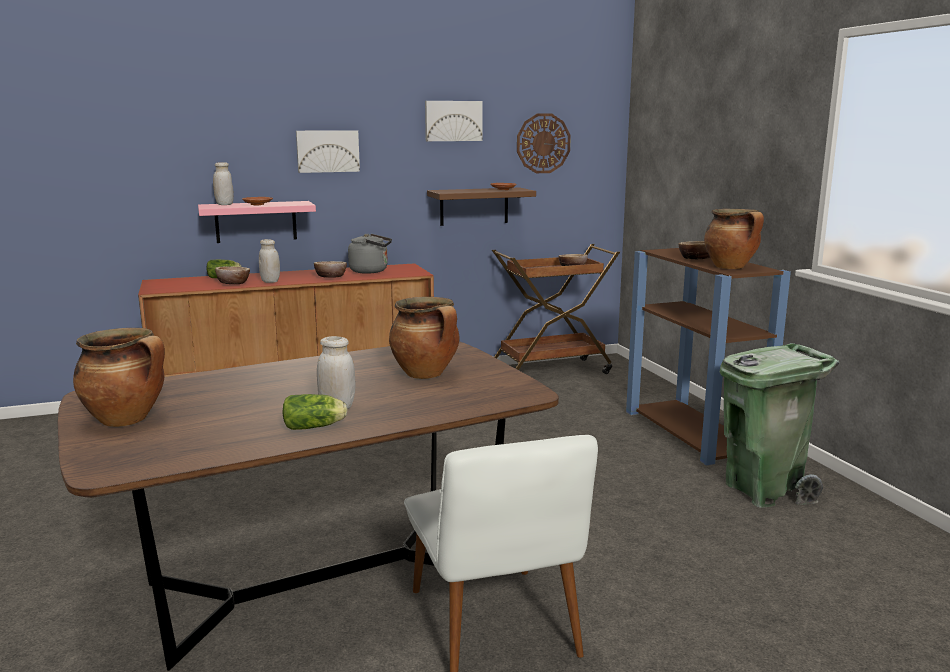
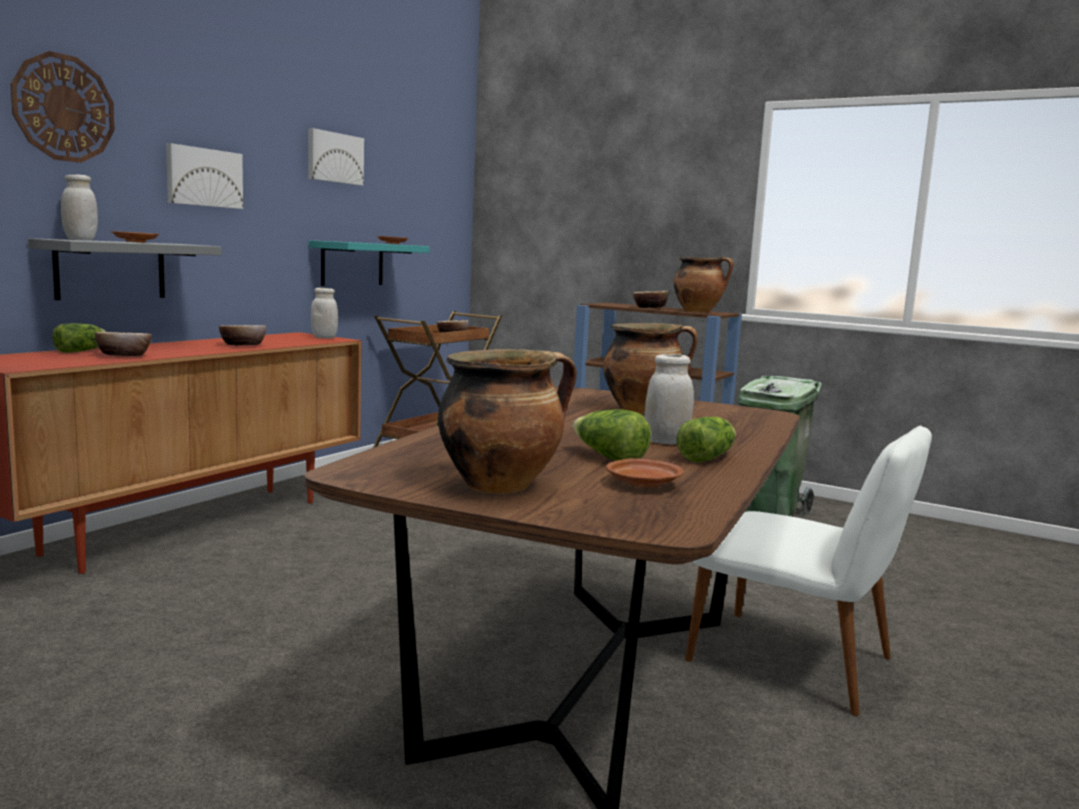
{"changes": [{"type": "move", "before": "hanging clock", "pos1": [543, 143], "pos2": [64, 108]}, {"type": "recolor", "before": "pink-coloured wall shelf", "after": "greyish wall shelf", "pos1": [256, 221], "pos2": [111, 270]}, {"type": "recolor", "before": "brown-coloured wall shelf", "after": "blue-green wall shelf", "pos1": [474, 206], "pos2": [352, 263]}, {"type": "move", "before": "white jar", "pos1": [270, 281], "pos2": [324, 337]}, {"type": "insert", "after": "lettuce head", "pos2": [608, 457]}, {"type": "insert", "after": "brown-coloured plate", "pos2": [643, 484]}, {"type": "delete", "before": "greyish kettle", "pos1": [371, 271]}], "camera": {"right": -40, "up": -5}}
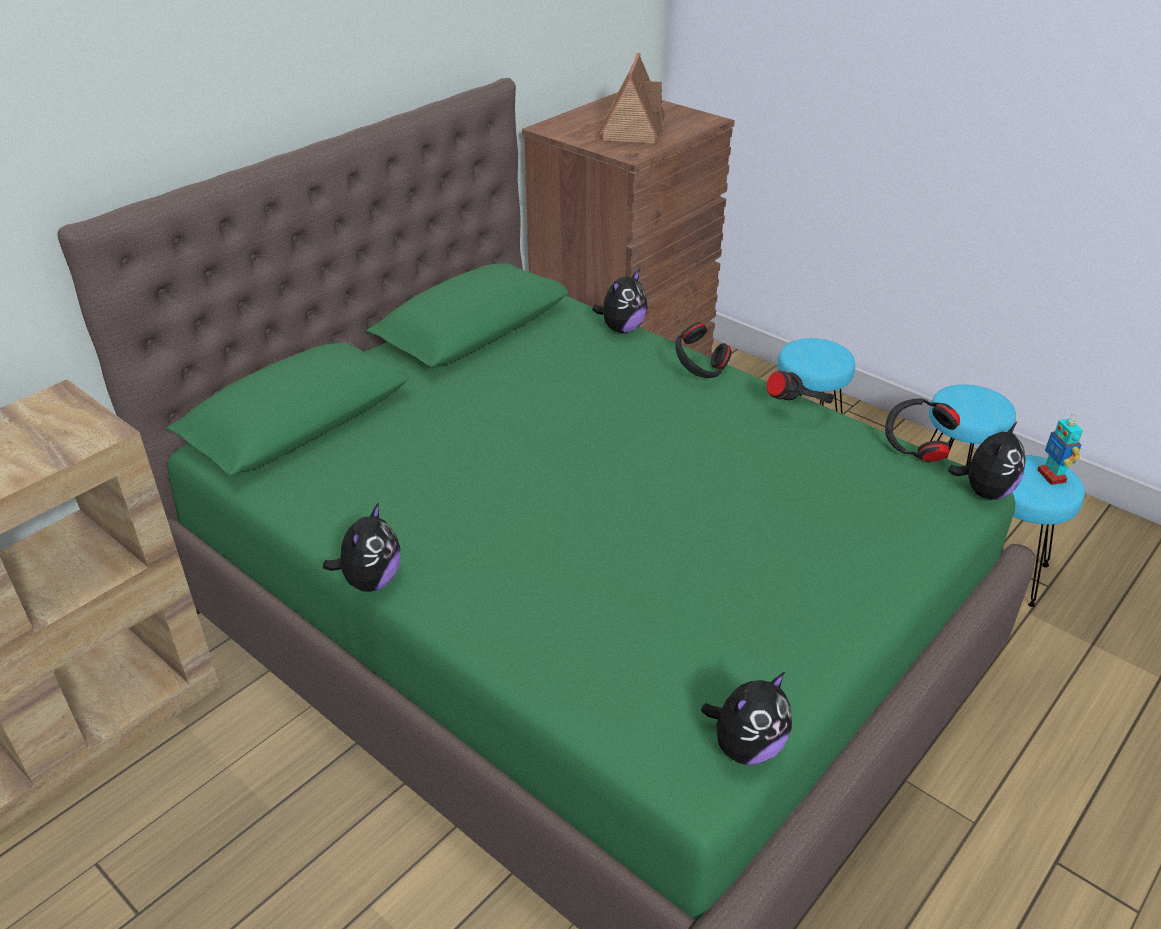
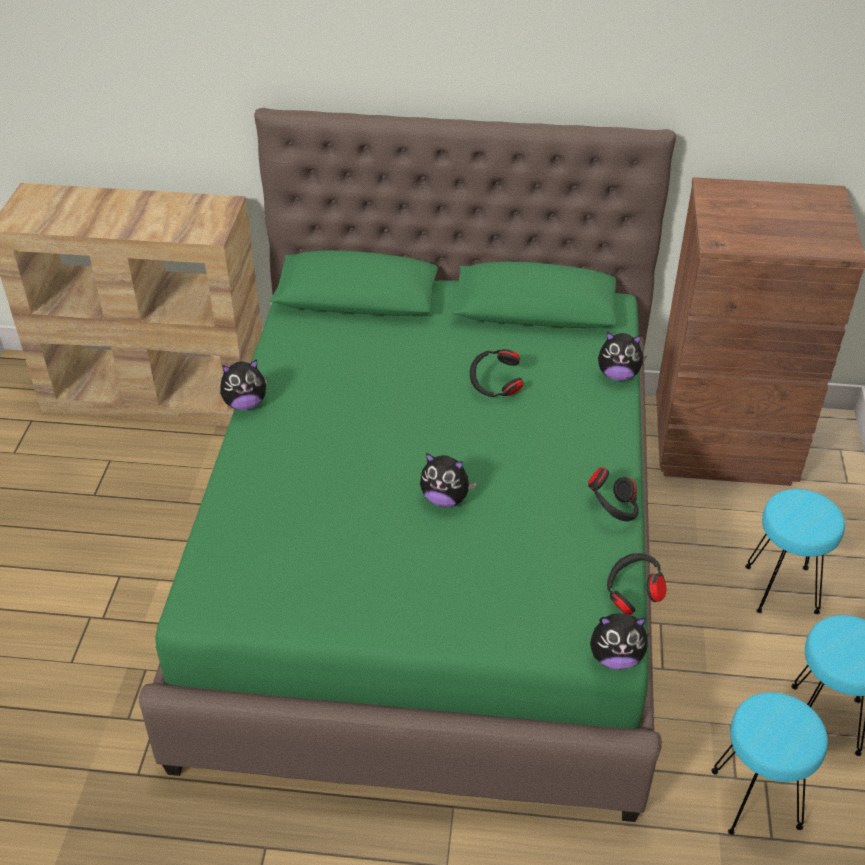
{"changes": [{"type": "move", "before": "soft toy", "pos1": [746, 747], "pos2": [445, 499]}, {"type": "move", "before": "blackish headphones", "pos1": [699, 371], "pos2": [495, 387]}, {"type": "delete", "before": "model house", "pos1": [632, 129]}, {"type": "delete", "before": "toy robot", "pos1": [1052, 476]}], "camera": {"right": 55, "up": 5}}
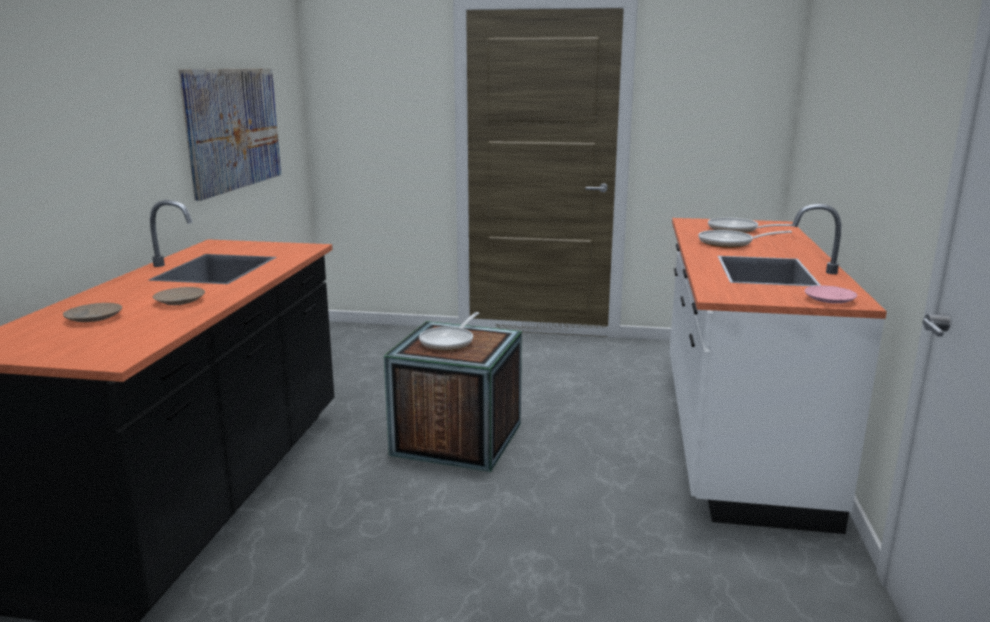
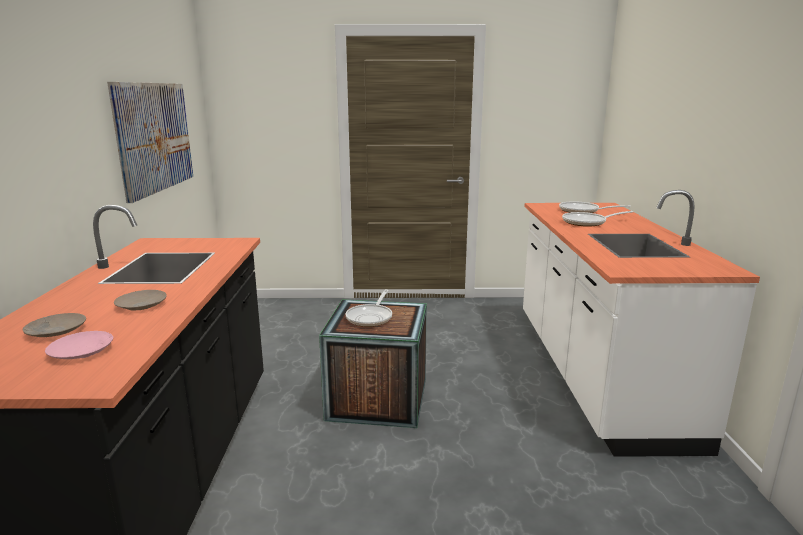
{"changes": [{"type": "move", "before": "pink-coloured plate", "pos1": [830, 300], "pos2": [82, 352]}], "camera": {"right": -10, "up": 0}}
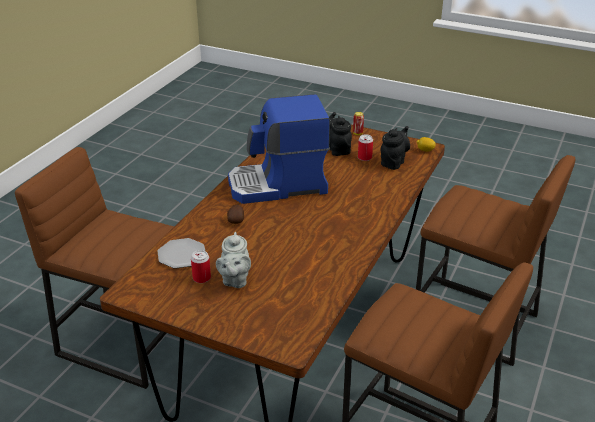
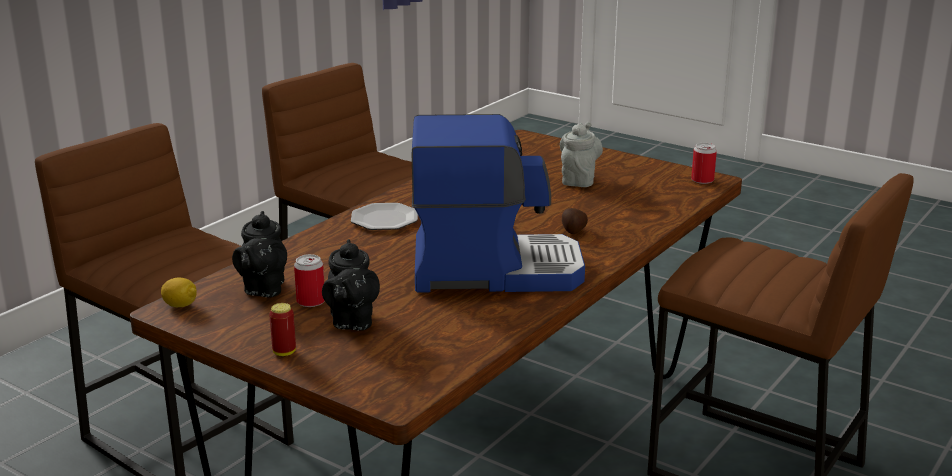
{"changes": [{"type": "rotate", "before": "blackish tea pot", "pos1": [393, 162], "pos2": [263, 289], "turn": -45}, {"type": "move", "before": "plate", "pos1": [181, 254], "pos2": [384, 220]}, {"type": "move", "before": "sealed can", "pos1": [201, 278], "pos2": [702, 180]}], "camera": {"right": -170, "up": -10}}
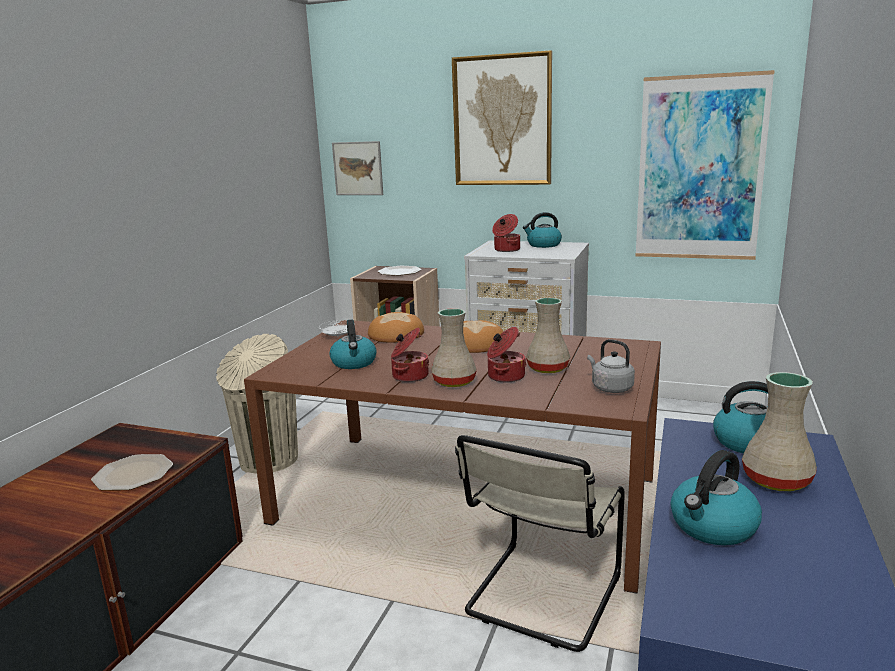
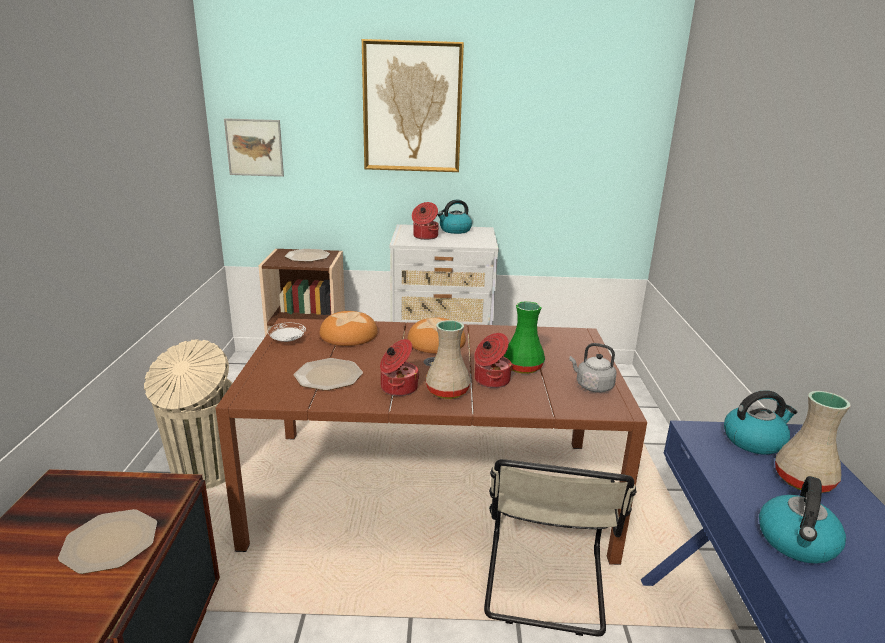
{"changes": [{"type": "replace", "before": "kettle", "after": "plate", "pos1": [354, 363], "pos2": [328, 375]}, {"type": "recolor", "before": "beige-coloured decorative vase", "after": "green decorative vase", "pos1": [546, 368], "pos2": [522, 368]}, {"type": "delete", "before": "wall picture", "pos1": [700, 169]}], "camera": {"right": -20, "up": 5}}
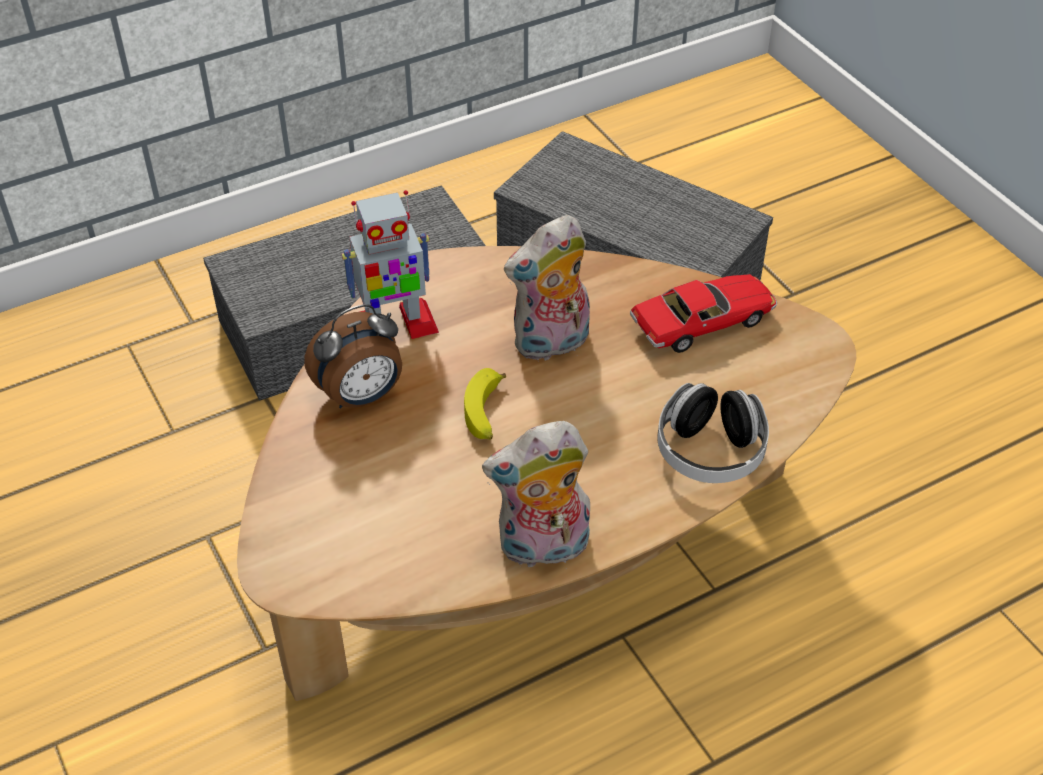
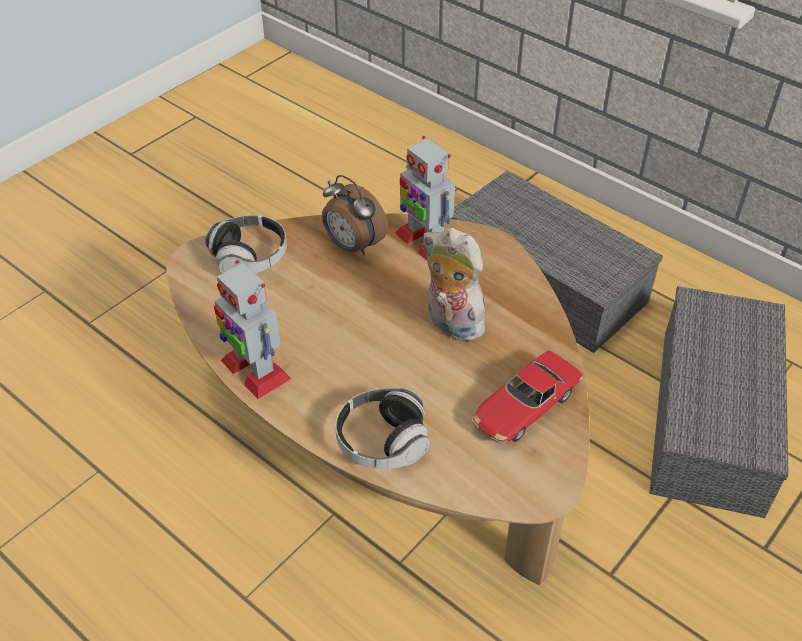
{"changes": [{"type": "insert", "after": "headphones", "pos2": [250, 258]}, {"type": "replace", "before": "soft toy", "after": "toy robot", "pos1": [542, 548], "pos2": [254, 369]}, {"type": "rotate", "before": "toy car", "pos1": [703, 322], "pos2": [525, 407], "turn": 90}, {"type": "delete", "before": "whole banana", "pos1": [486, 413]}], "camera": {"right": 70, "up": 0}}
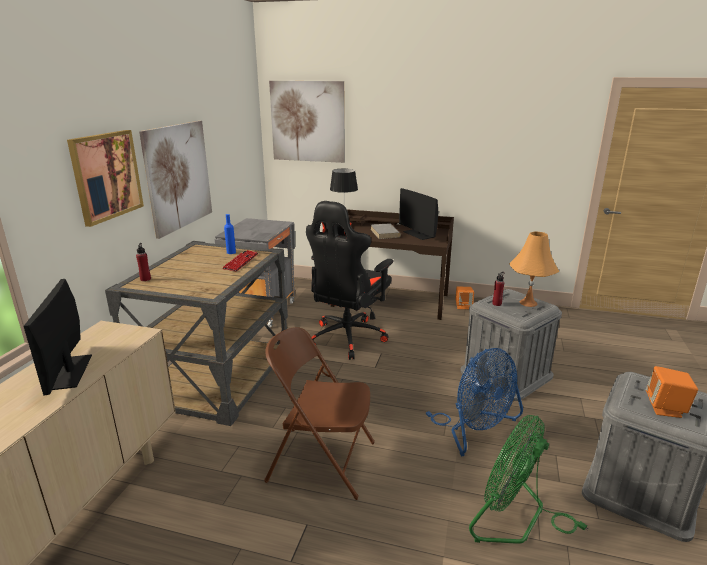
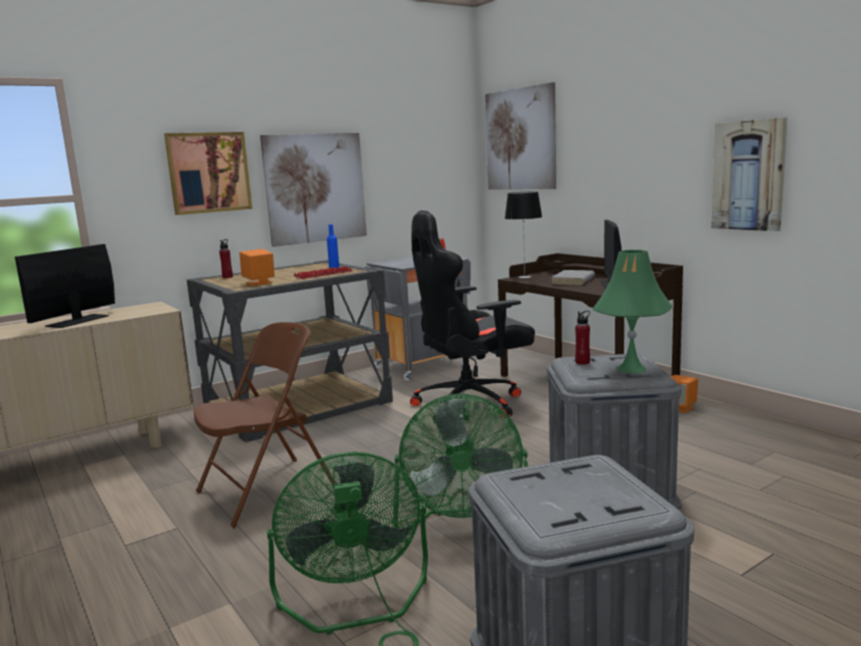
{"changes": [{"type": "rotate", "before": "brown-coloured plain chair", "pos1": [322, 460], "pos2": [267, 491], "turn": 90}, {"type": "move", "before": "orange loudspeaker", "pos1": [665, 408], "pos2": [259, 283]}, {"type": "recolor", "before": "bluish cooling fan", "after": "green cooling fan", "pos1": [473, 429], "pos2": [459, 522]}, {"type": "recolor", "before": "orange table lamp", "after": "green table lamp", "pos1": [528, 303], "pos2": [631, 368]}, {"type": "insert", "after": "wall picture", "pos2": [748, 175]}], "camera": {"right": 40, "up": -10}}
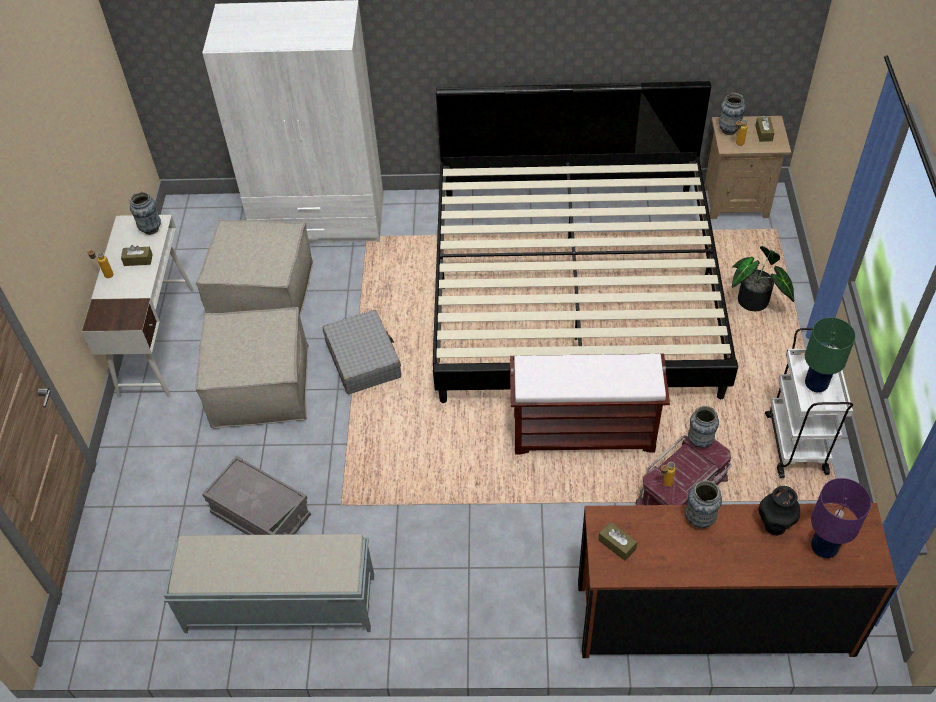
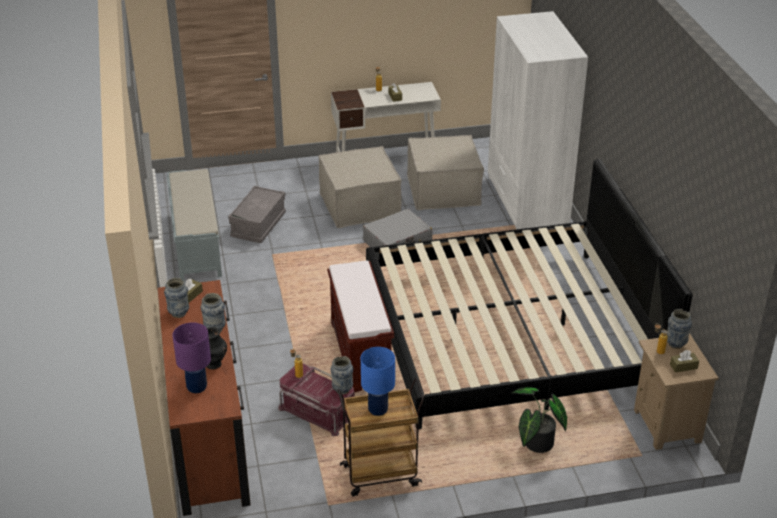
{"changes": [{"type": "move", "before": "decorative vase", "pos1": [151, 229], "pos2": [179, 313]}, {"type": "recolor", "before": "white cart", "after": "brown-coloured cart", "pos1": [796, 445], "pos2": [380, 476]}, {"type": "recolor", "before": "green table lamp", "after": "bluish table lamp", "pos1": [816, 385], "pos2": [377, 411]}], "camera": {"right": 75, "up": -15}}
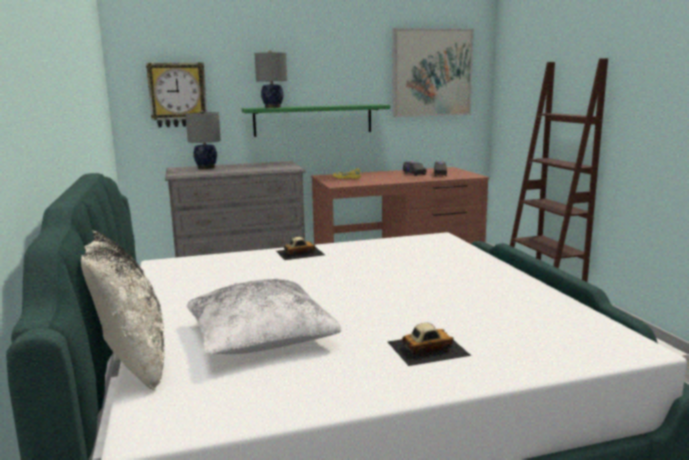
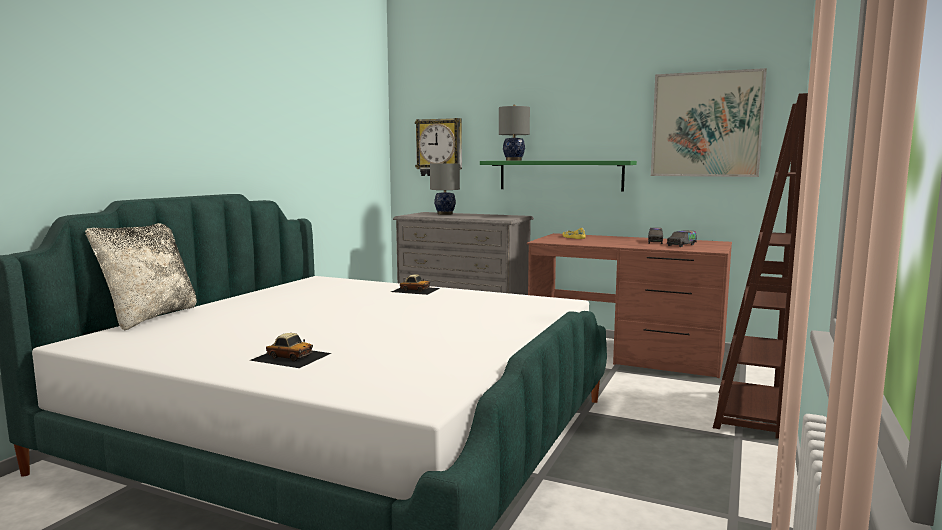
{"changes": [{"type": "delete", "before": "white pillow", "pos1": [261, 335]}], "camera": {"right": 40, "up": -5}}
